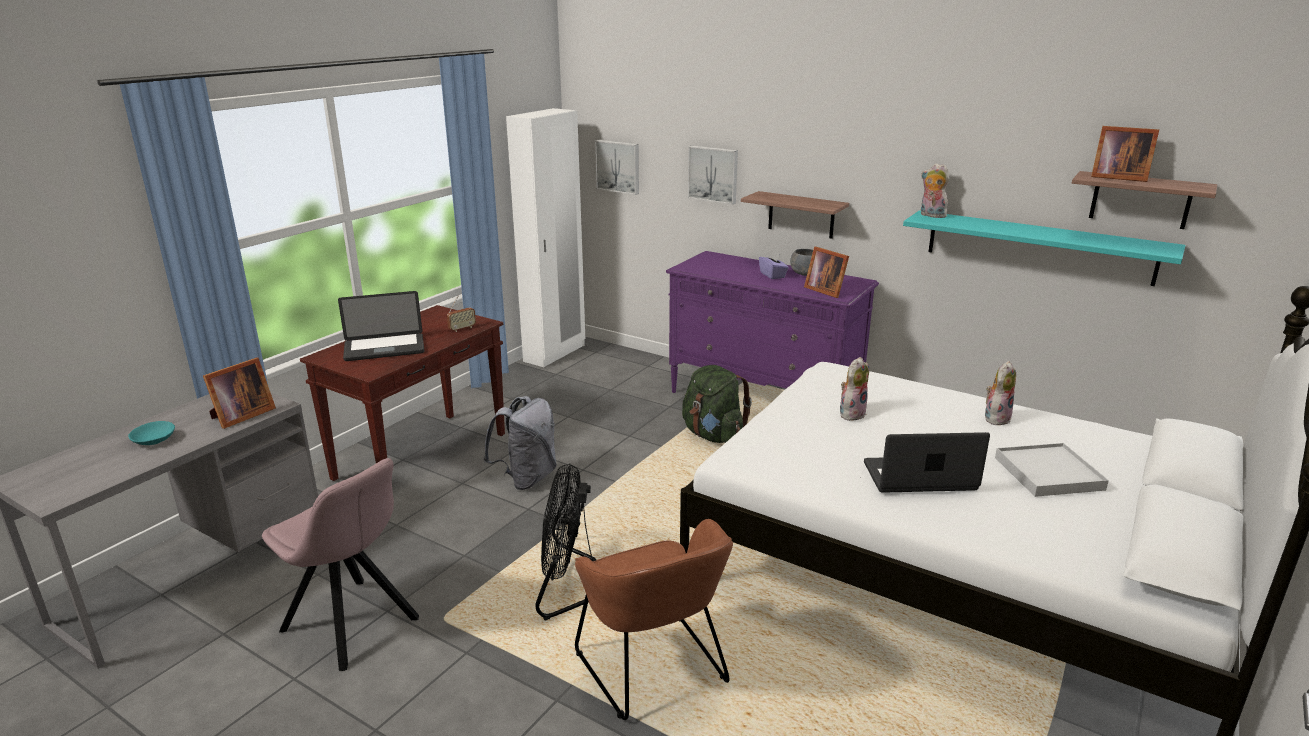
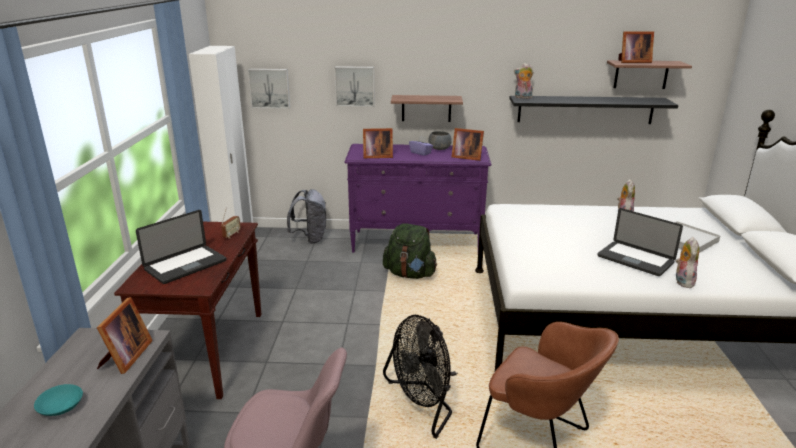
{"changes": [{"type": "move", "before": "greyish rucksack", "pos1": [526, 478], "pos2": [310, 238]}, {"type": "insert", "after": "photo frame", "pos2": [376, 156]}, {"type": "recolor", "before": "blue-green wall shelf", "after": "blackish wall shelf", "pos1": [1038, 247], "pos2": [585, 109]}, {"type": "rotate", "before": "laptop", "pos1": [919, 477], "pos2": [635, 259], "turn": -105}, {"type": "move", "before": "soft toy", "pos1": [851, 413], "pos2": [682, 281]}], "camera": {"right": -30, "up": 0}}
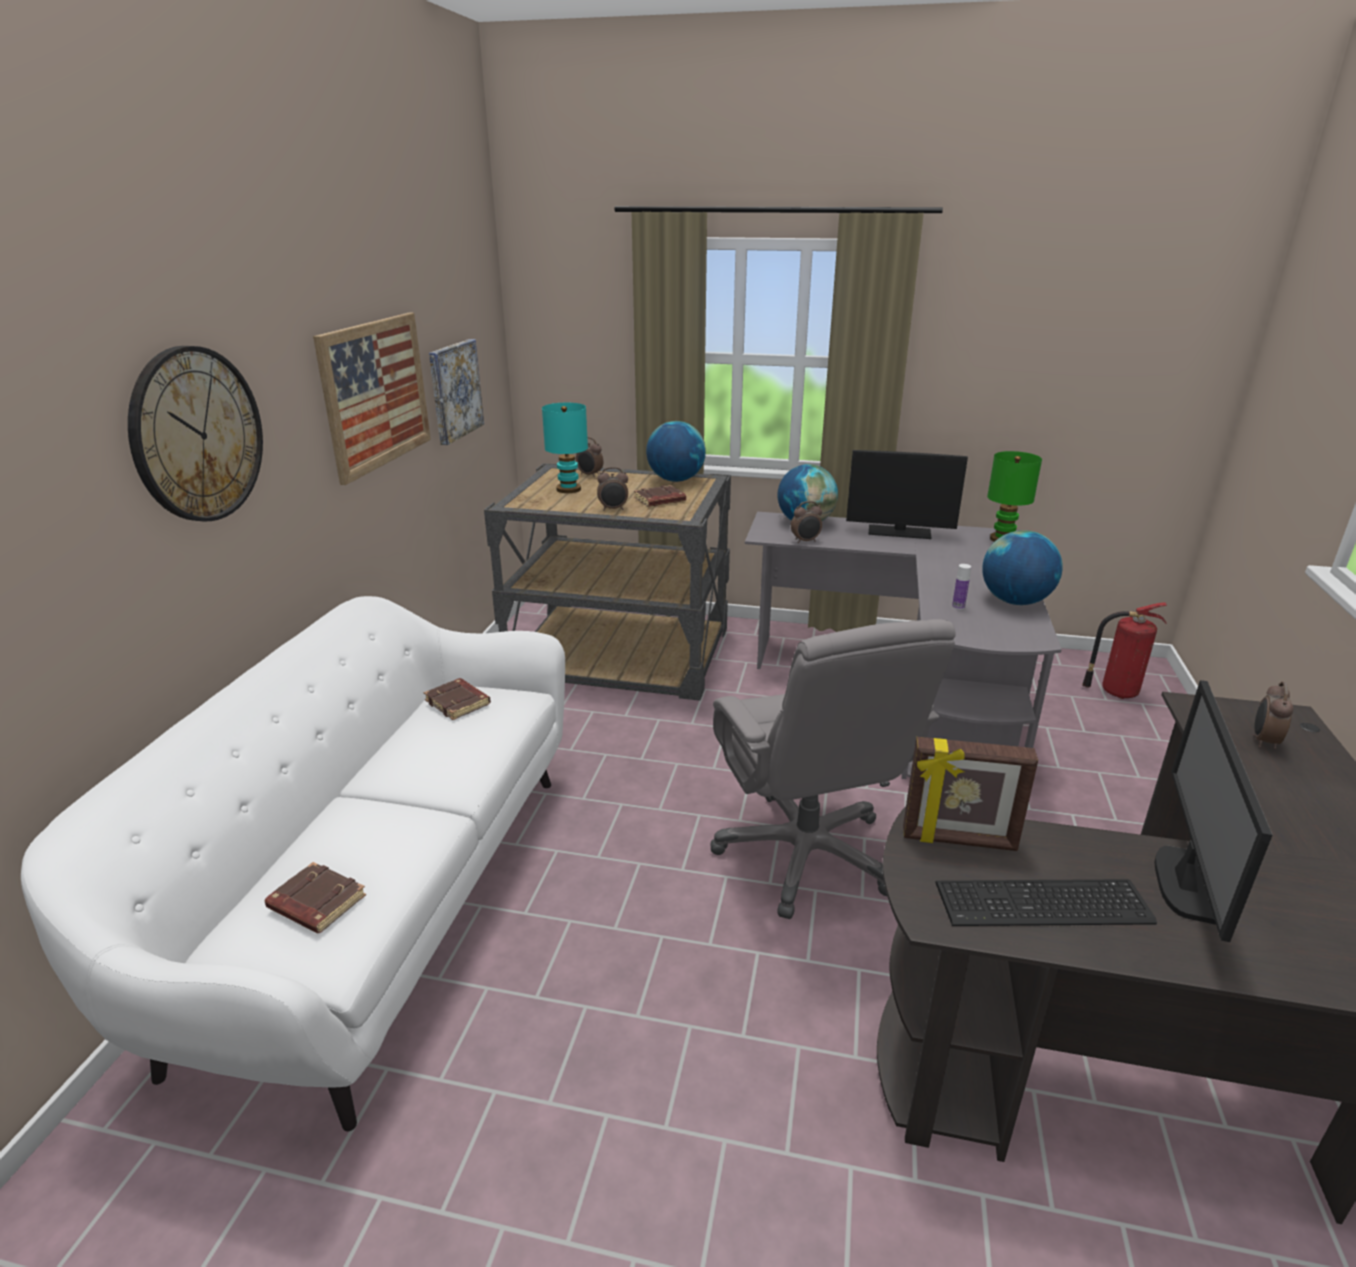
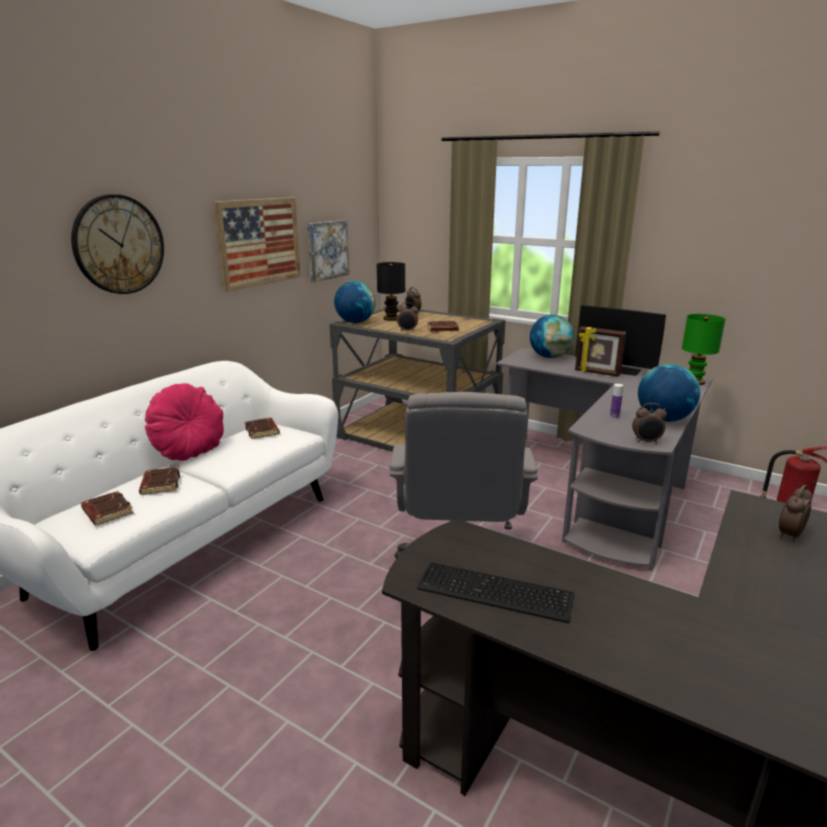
{"changes": [{"type": "insert", "after": "brown-coloured volume", "pos2": [160, 484]}, {"type": "insert", "after": "pink-coloured pillow", "pos2": [190, 453]}, {"type": "move", "before": "globe", "pos1": [675, 480], "pos2": [355, 322]}, {"type": "recolor", "before": "blue-green table lamp", "after": "blackish table lamp", "pos1": [568, 489], "pos2": [391, 318]}, {"type": "move", "before": "photo frame", "pos1": [959, 841], "pos2": [597, 373]}, {"type": "move", "before": "alarm clock", "pos1": [805, 541], "pos2": [646, 442]}, {"type": "delete", "before": "computer screen", "pos1": [1184, 884]}], "camera": {"right": 20, "up": -5}}
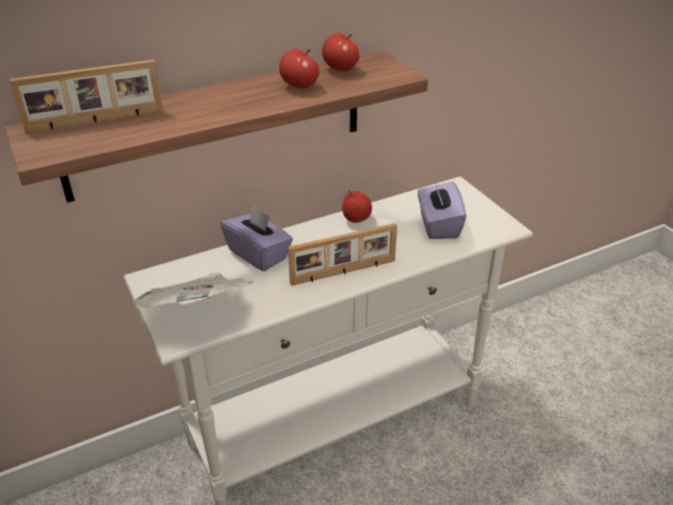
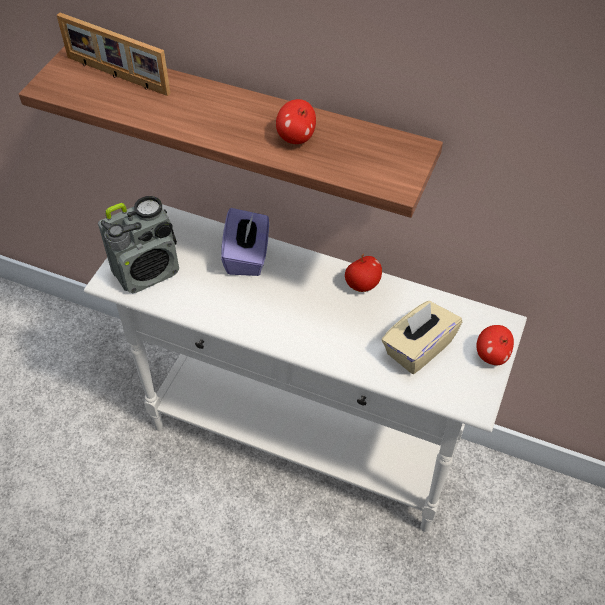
{"changes": [{"type": "replace", "before": "daily paper", "after": "radio set", "pos1": [199, 312], "pos2": [147, 271]}, {"type": "recolor", "before": "purplish tissue box", "after": "beige-coloured tissue box", "pos1": [438, 225], "pos2": [418, 348]}, {"type": "move", "before": "apple fruit", "pos1": [340, 69], "pos2": [492, 355]}, {"type": "delete", "before": "photo frame", "pos1": [344, 273]}], "camera": {"right": 50, "up": 15}}
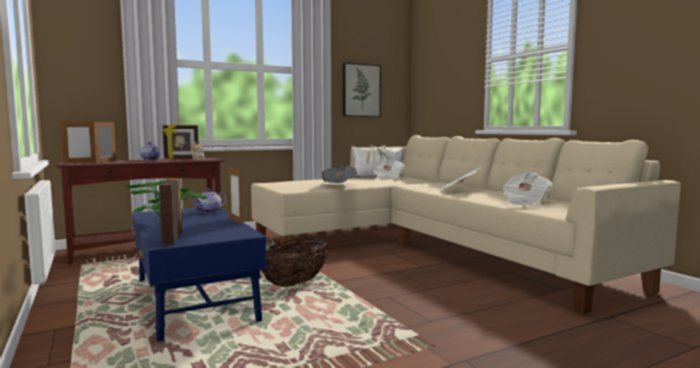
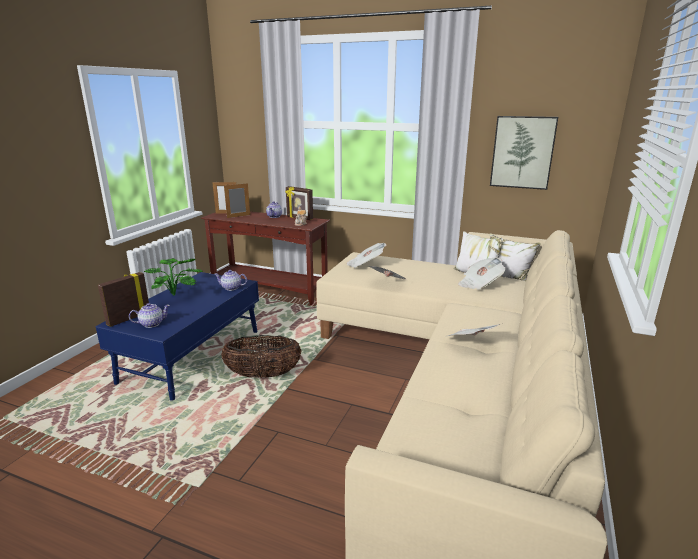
{"changes": [{"type": "insert", "after": "tea pot", "pos2": [151, 324]}, {"type": "move", "before": "daily paper", "pos1": [524, 202], "pos2": [365, 265]}, {"type": "delete", "before": "photo frame", "pos1": [235, 221]}], "camera": {"right": 50, "up": 15}}
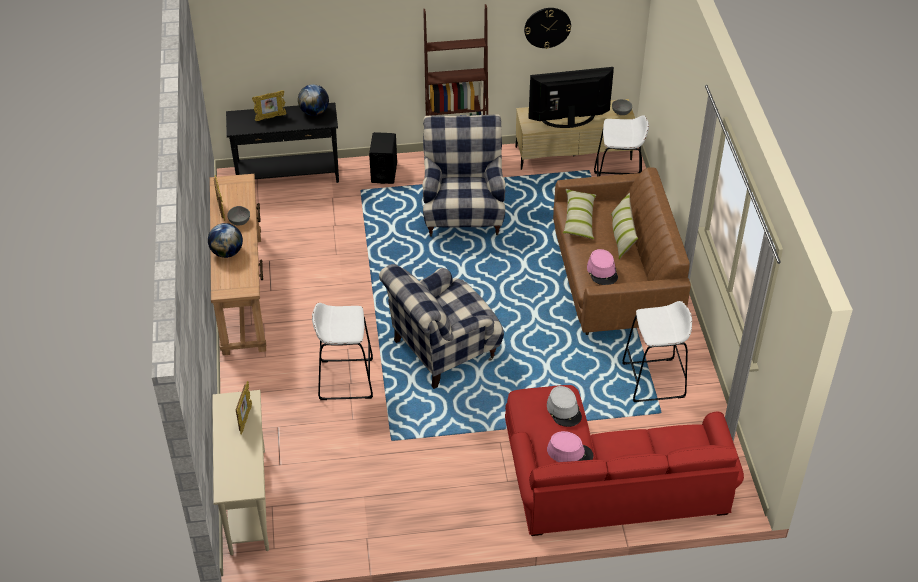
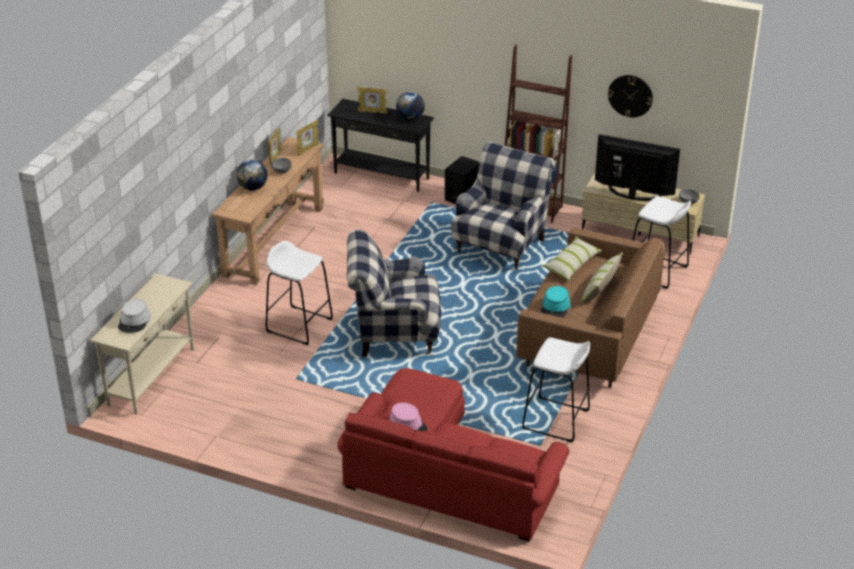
{"changes": [{"type": "move", "before": "greyish wearable hat", "pos1": [564, 410], "pos2": [134, 321]}, {"type": "move", "before": "photo frame", "pos1": [245, 420], "pos2": [308, 150]}, {"type": "recolor", "before": "pink-coloured wearable hat", "after": "blue-green wearable hat", "pos1": [602, 271], "pos2": [555, 307]}], "camera": {"right": 30, "up": -10}}
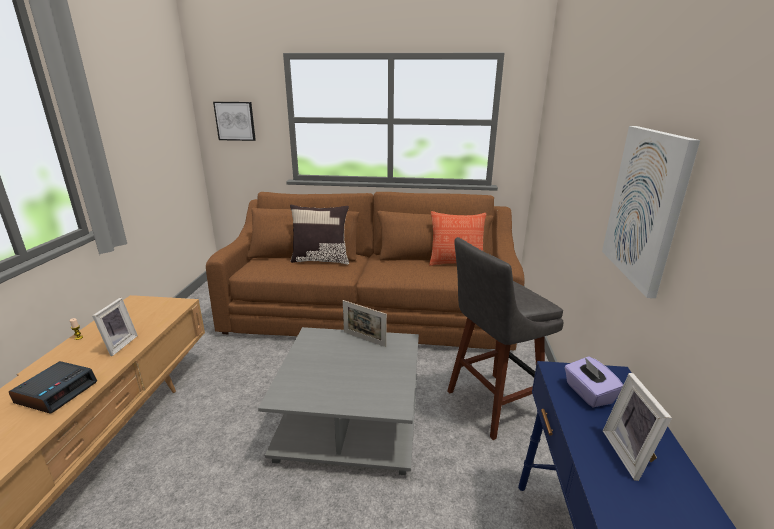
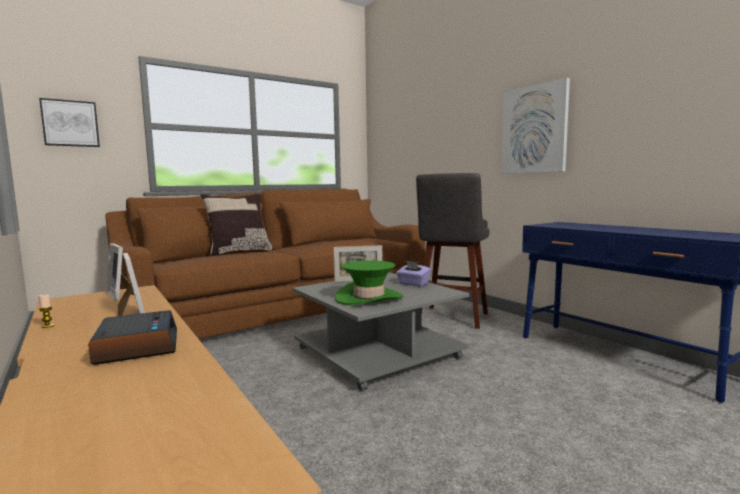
{"changes": [{"type": "move", "before": "photo frame", "pos1": [631, 454], "pos2": [121, 295]}, {"type": "insert", "after": "green wearable hat", "pos2": [369, 298]}, {"type": "move", "before": "purplish tissue box", "pos1": [588, 393], "pos2": [413, 284]}, {"type": "delete", "before": "orange pillow", "pos1": [456, 263]}], "camera": {"right": -40, "up": -15}}
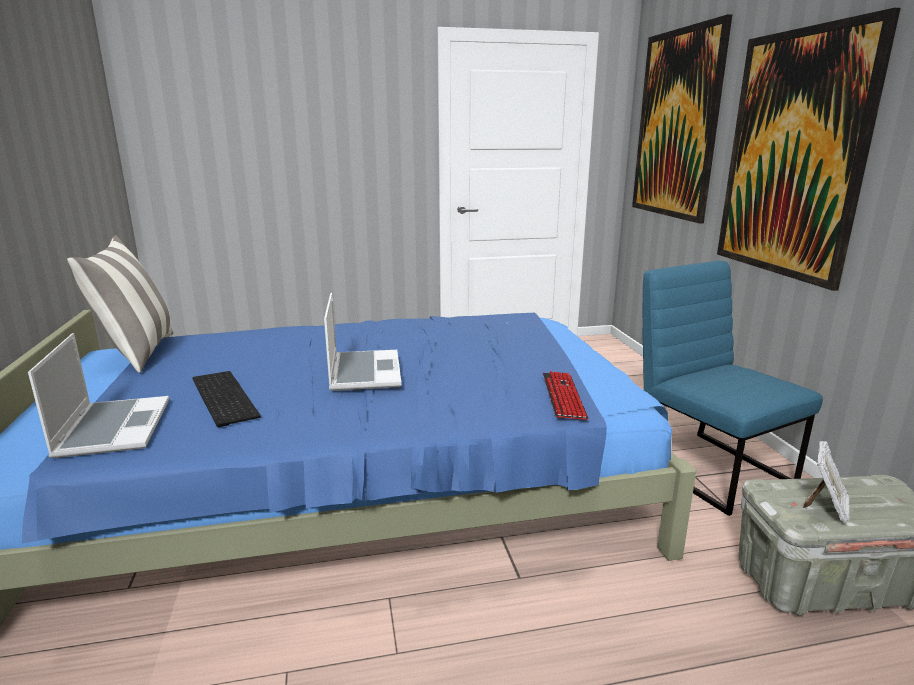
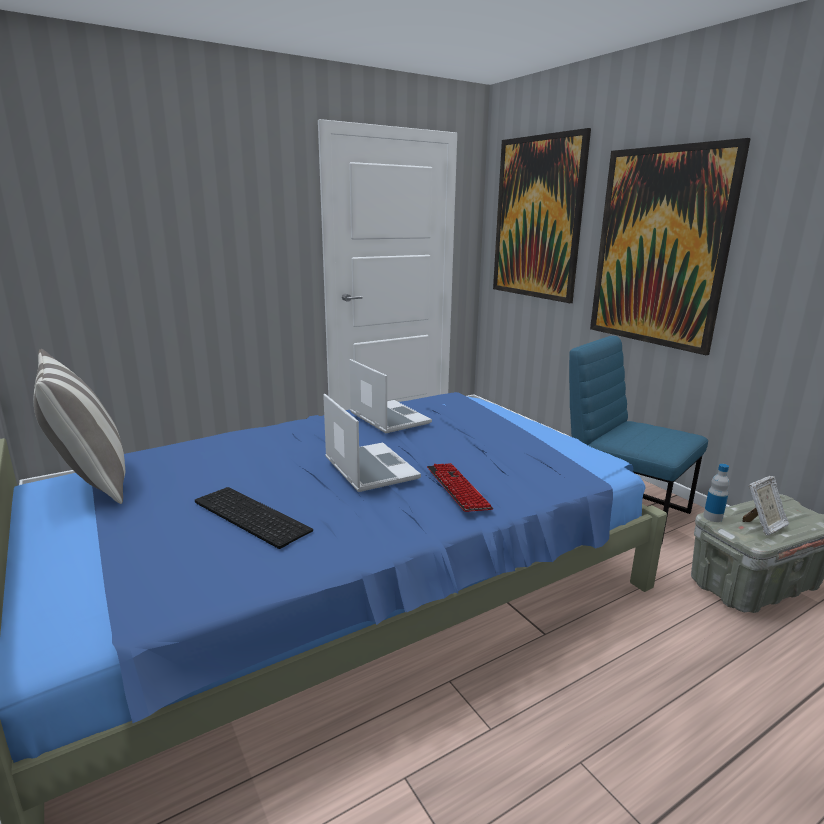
{"changes": [{"type": "move", "before": "laptop", "pos1": [113, 428], "pos2": [388, 418]}, {"type": "move", "before": "computer keyboard", "pos1": [563, 396], "pos2": [457, 488]}, {"type": "insert", "after": "bottle", "pos2": [712, 517]}, {"type": "rotate", "before": "photo frame", "pos1": [826, 508], "pos2": [763, 526], "turn": 45}], "camera": {"right": -20, "up": 0}}
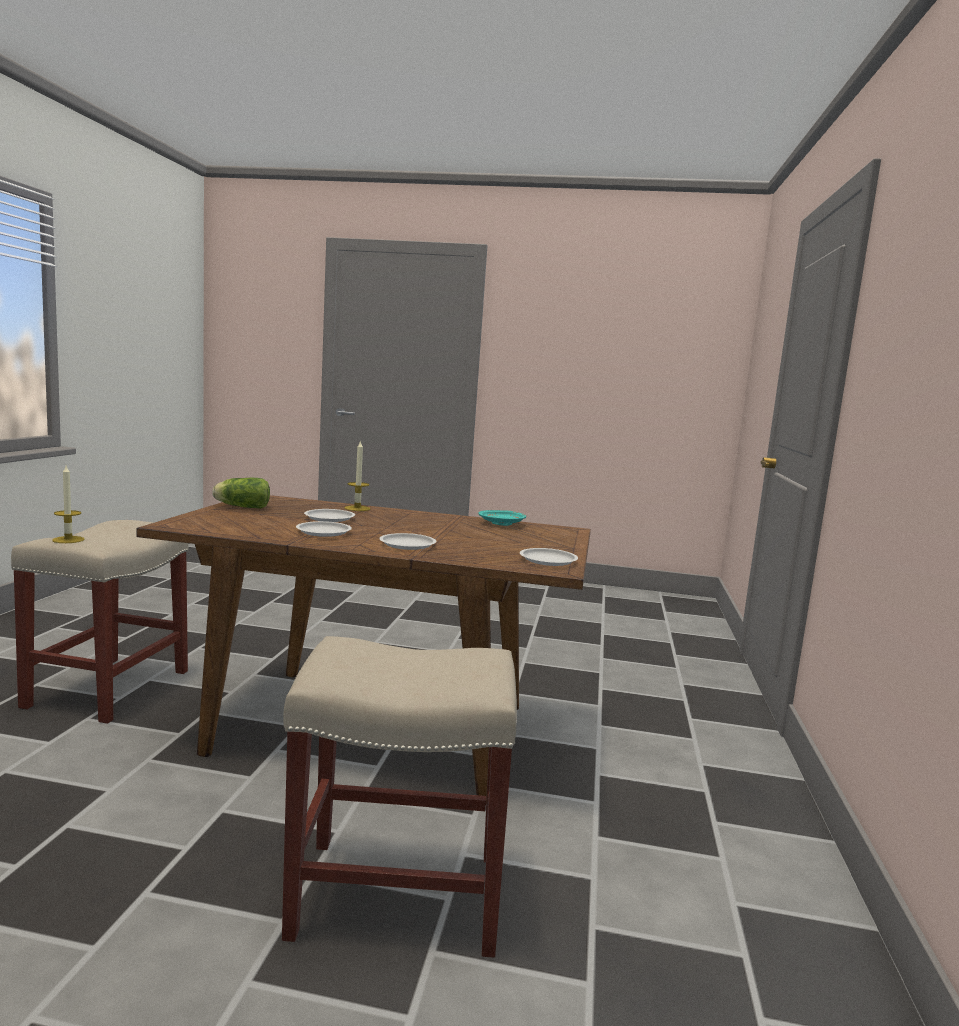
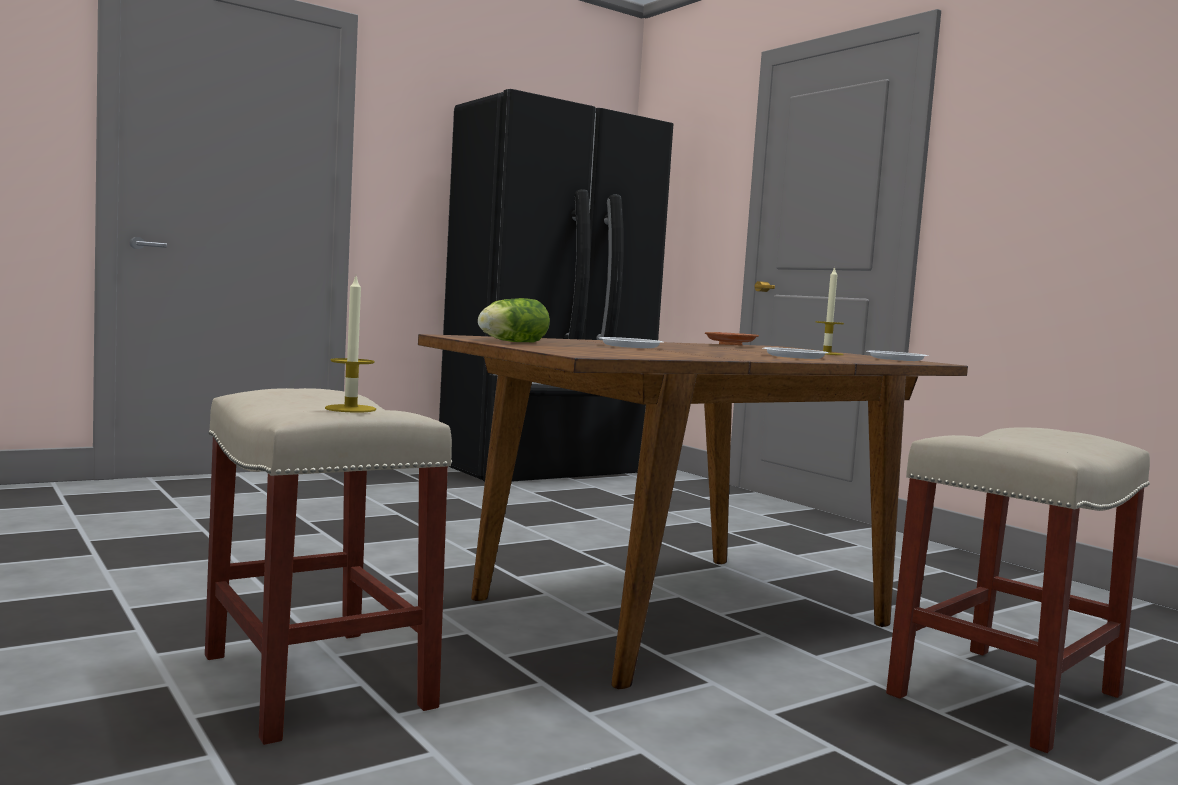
{"changes": [{"type": "insert", "after": "blackish kitchen fridge", "pos2": [550, 469]}, {"type": "recolor", "before": "blue-green plate", "after": "brown-coloured plate", "pos1": [502, 524], "pos2": [730, 345]}, {"type": "move", "before": "candle", "pos1": [357, 508], "pos2": [826, 353]}, {"type": "delete", "before": "white plate", "pos1": [323, 532]}], "camera": {"right": -45, "up": -5}}
